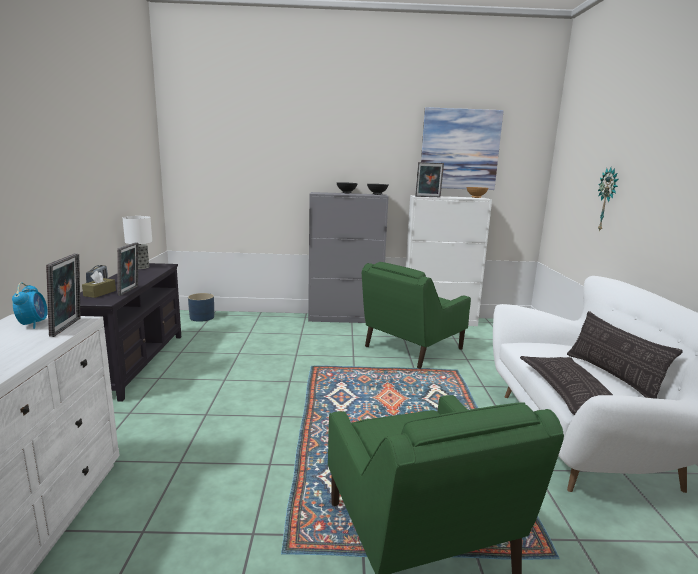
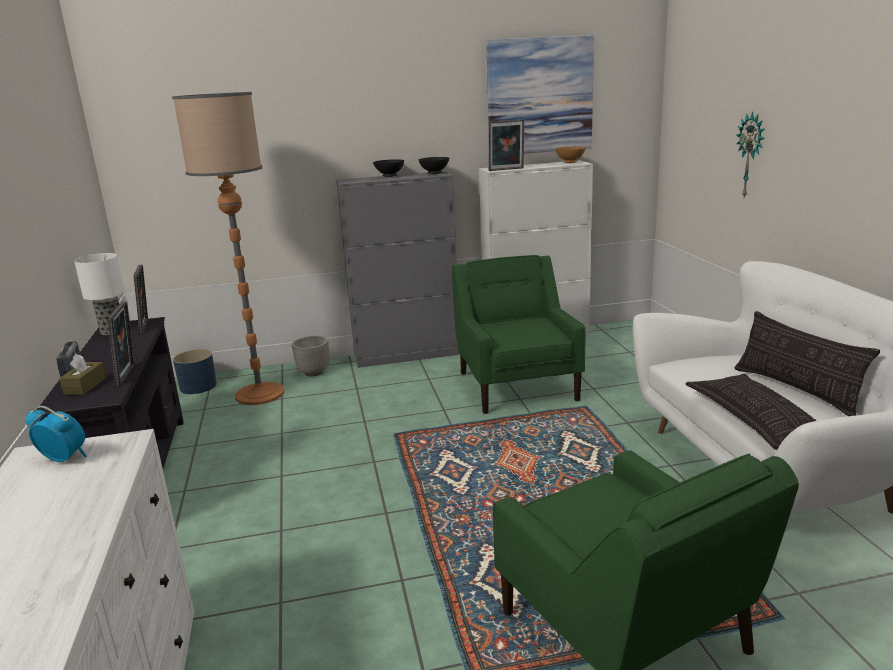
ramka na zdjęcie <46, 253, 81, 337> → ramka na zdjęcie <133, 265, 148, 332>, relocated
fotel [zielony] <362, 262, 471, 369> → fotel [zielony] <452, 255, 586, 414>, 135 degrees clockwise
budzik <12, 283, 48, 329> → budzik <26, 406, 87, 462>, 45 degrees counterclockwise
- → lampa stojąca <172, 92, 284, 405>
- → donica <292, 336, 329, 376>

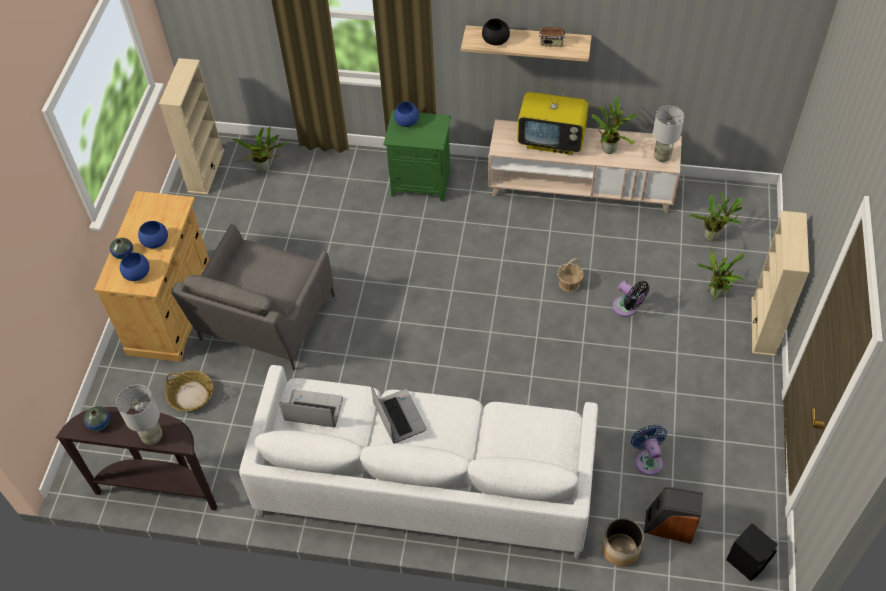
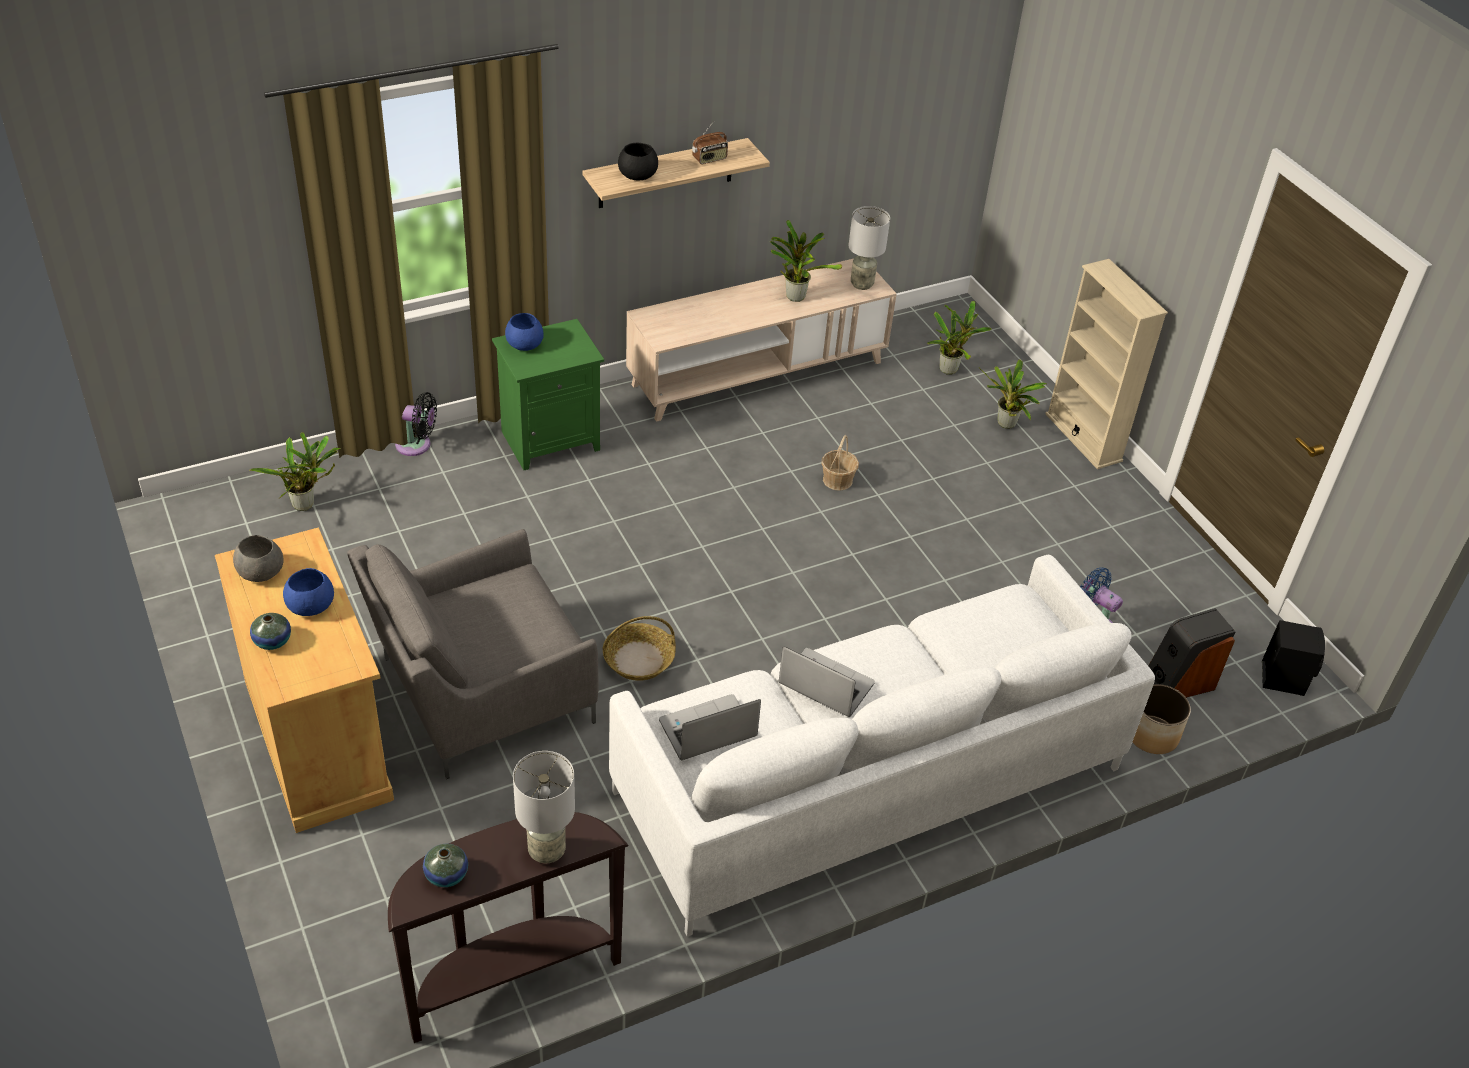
regał [beżowy] <159, 58, 224, 195> → -
telewizor <517, 83, 589, 155> → -
fotel [szary] <171, 224, 335, 370> → fotel [szary] <347, 529, 599, 779>, 75 degrees clockwise
miska [niebieski] <120, 252, 149, 281> → -
wentylator [czarny] <613, 281, 649, 317> → wentylator [czarny] <395, 392, 437, 456>, relocated
koszyk <165, 370, 213, 411> → koszyk <602, 616, 676, 681>, relocated
- → miska [szary] <233, 535, 284, 582>

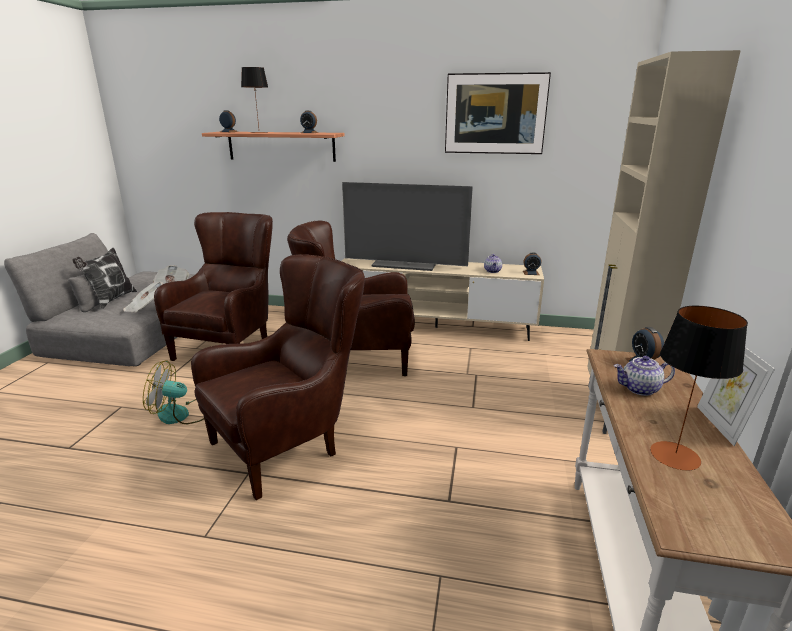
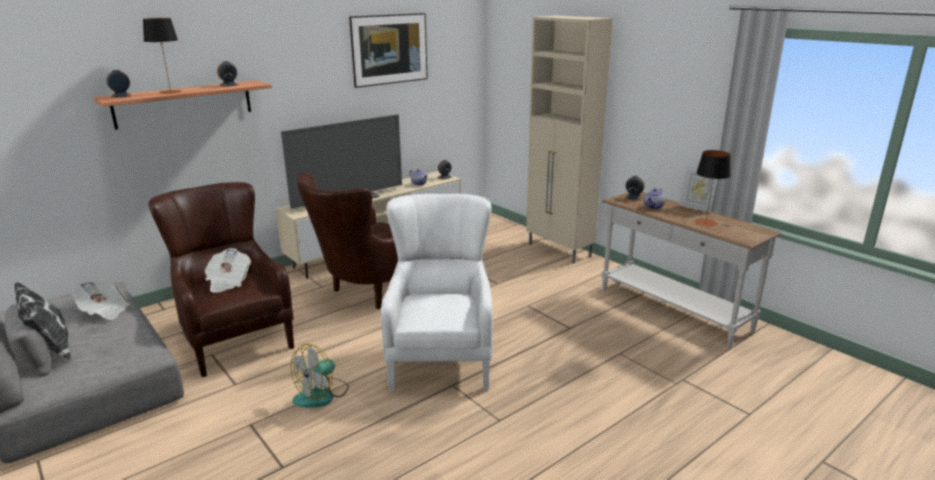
fotel [brązowy] <191, 254, 365, 500> → fotel [biały] <381, 194, 493, 391>
gazeta <123, 282, 163, 312> → gazeta <204, 248, 251, 293>, relocated

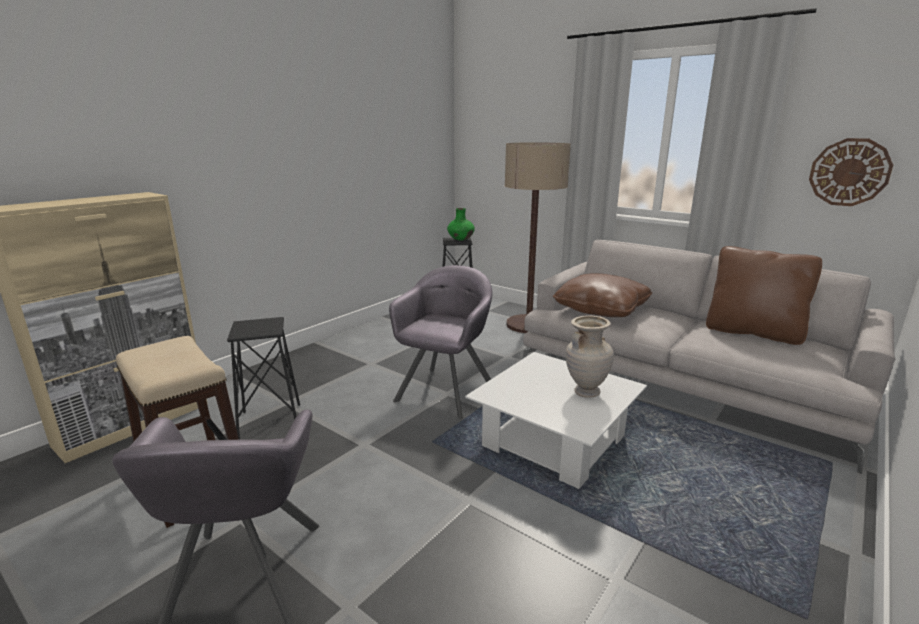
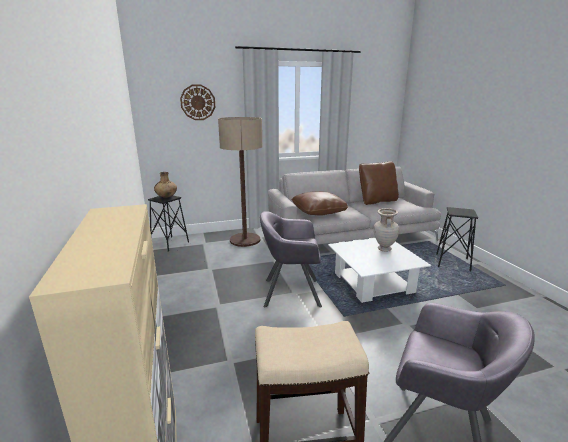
zegar ścienny <809, 138, 893, 206> → zegar ścienny <180, 85, 215, 120>, relocated
wazon [zielony] <447, 208, 475, 240> → wazon [brązowy] <154, 172, 177, 198>
fotel [szary] <389, 265, 492, 419> → fotel [szary] <260, 211, 322, 308>, 60 degrees counterclockwise
stołek [czarny] <227, 317, 300, 440> → stołek [czarny] <436, 207, 478, 271>, relocated

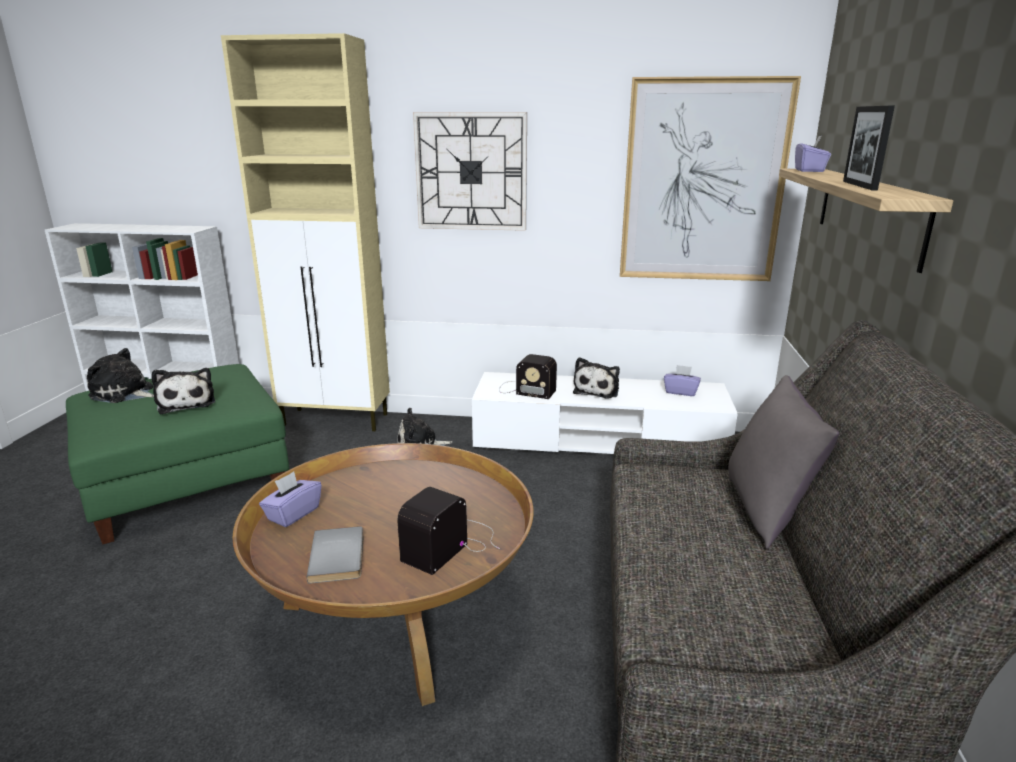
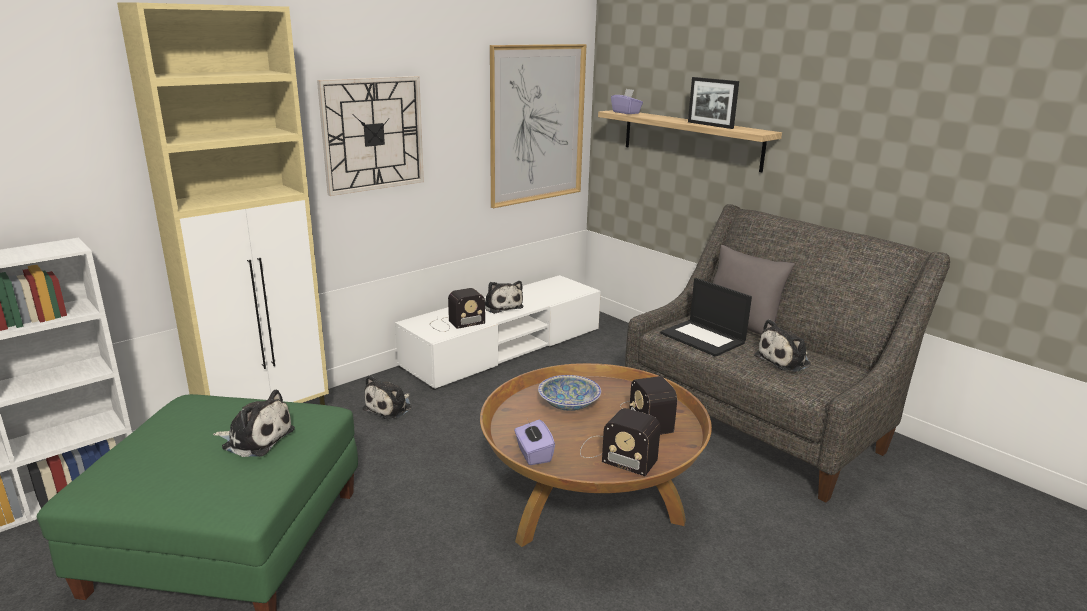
pluszak <87, 348, 154, 403> → pluszak <754, 319, 811, 372>, relocated
pudełko chusteczek [fioletowy] <664, 365, 701, 396> → -
książka [szary] <307, 526, 364, 584> → radio <580, 408, 661, 476>
- → laptop <660, 278, 752, 357>
- → miska <538, 375, 601, 411>

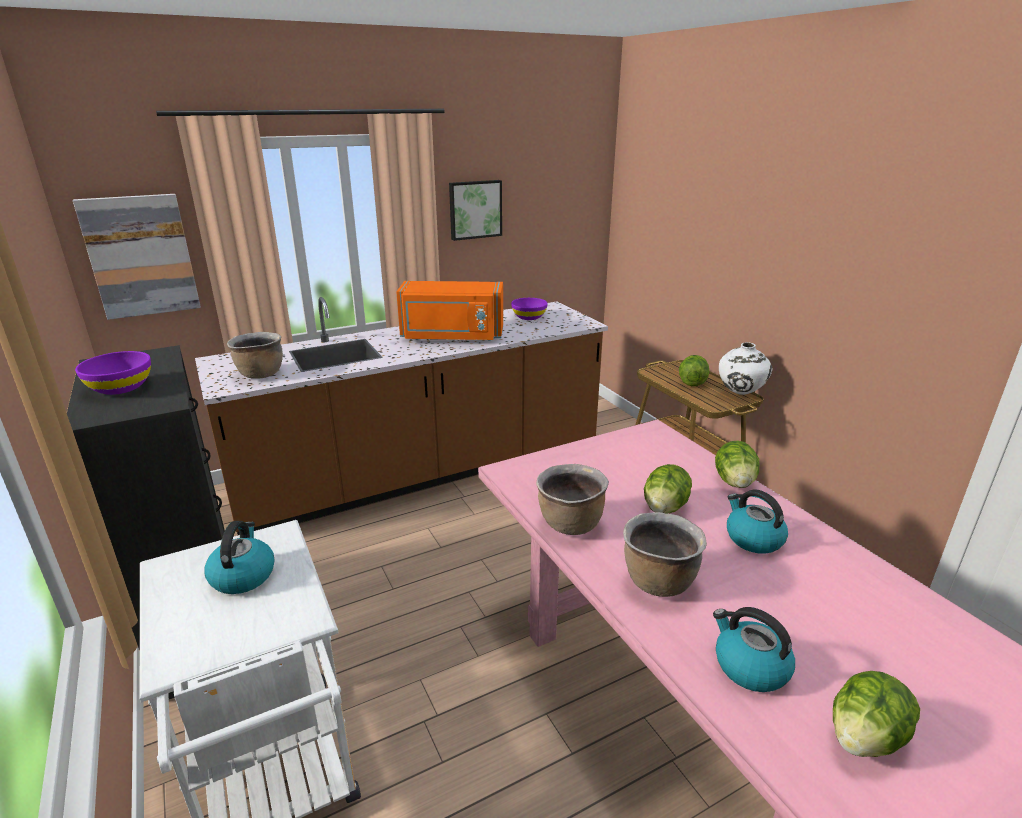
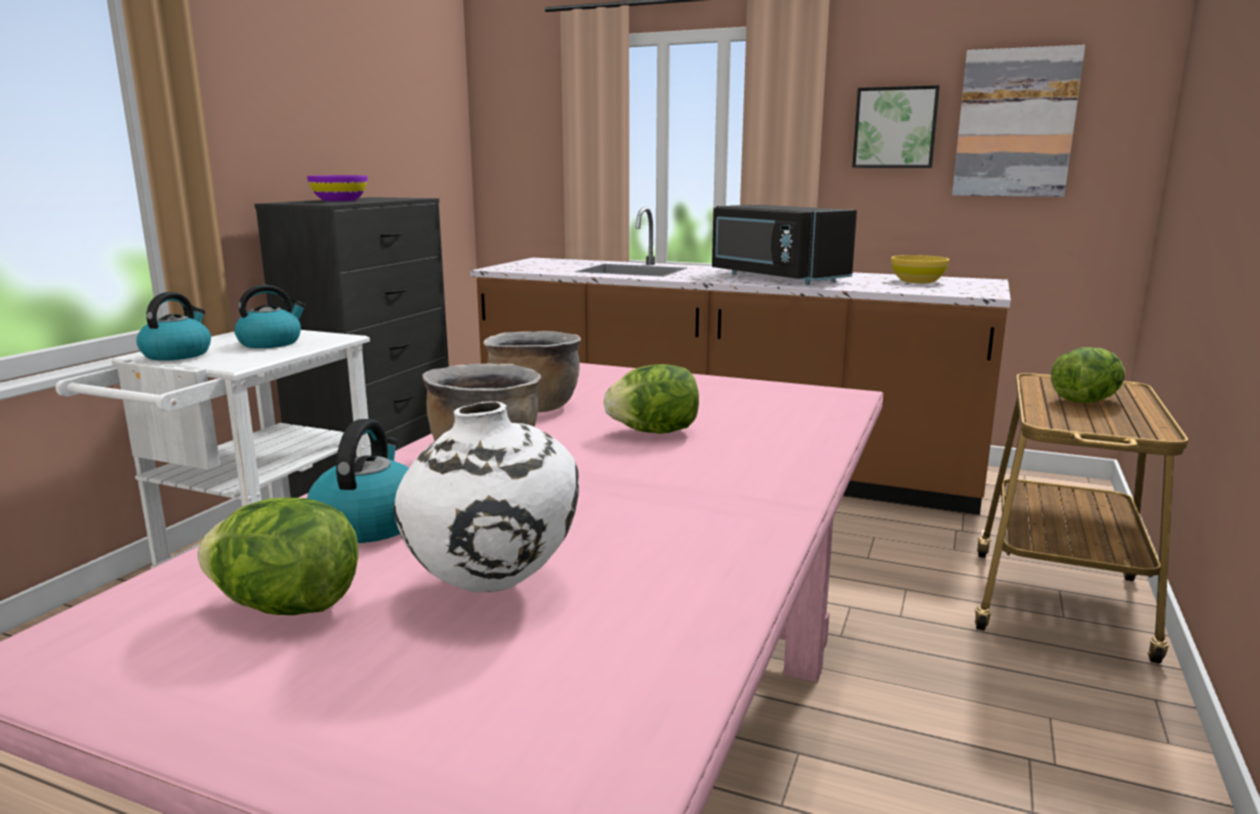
obraz <73, 194, 201, 320> → obraz <952, 45, 1085, 197>, relocated
mikrofalówka [pomarańczowy] <396, 281, 503, 341> → mikrofalówka [czarny] <712, 205, 857, 285>
miska [fioletowy] <511, 298, 548, 320> → miska [żółty] <891, 255, 950, 283>
garnek [brązowy] <227, 332, 283, 379> → -
wazon [biały] <719, 342, 772, 395> → wazon [biały] <394, 401, 579, 592>, relocated
sałata <715, 441, 759, 488> → -
czajnik <727, 489, 788, 554> → czajnik <136, 292, 211, 361>, relocated

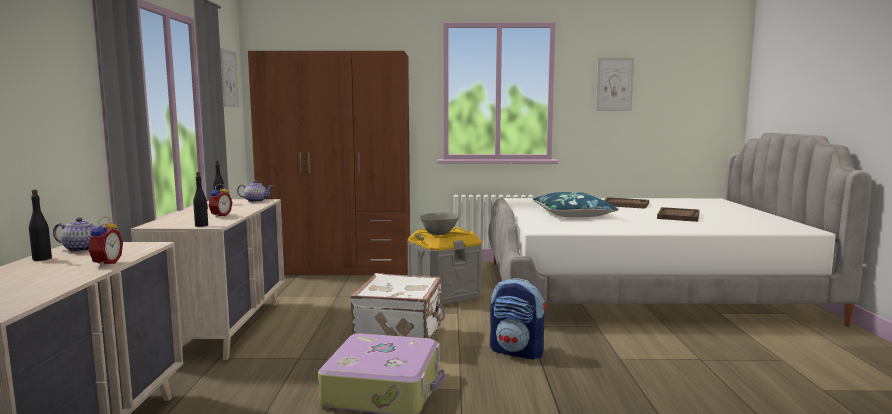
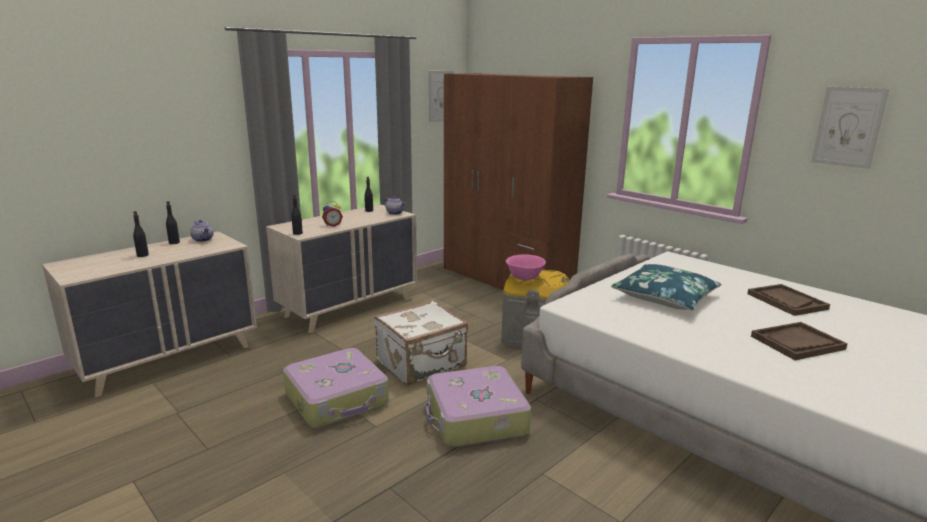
miska [szary] <420, 212, 459, 235> → miska [różowy] <506, 254, 546, 280>
budzik <86, 216, 123, 267> → -
plecak <490, 278, 547, 360> → walizka <425, 366, 531, 447>
- → butelka [czarny] <133, 211, 149, 257>

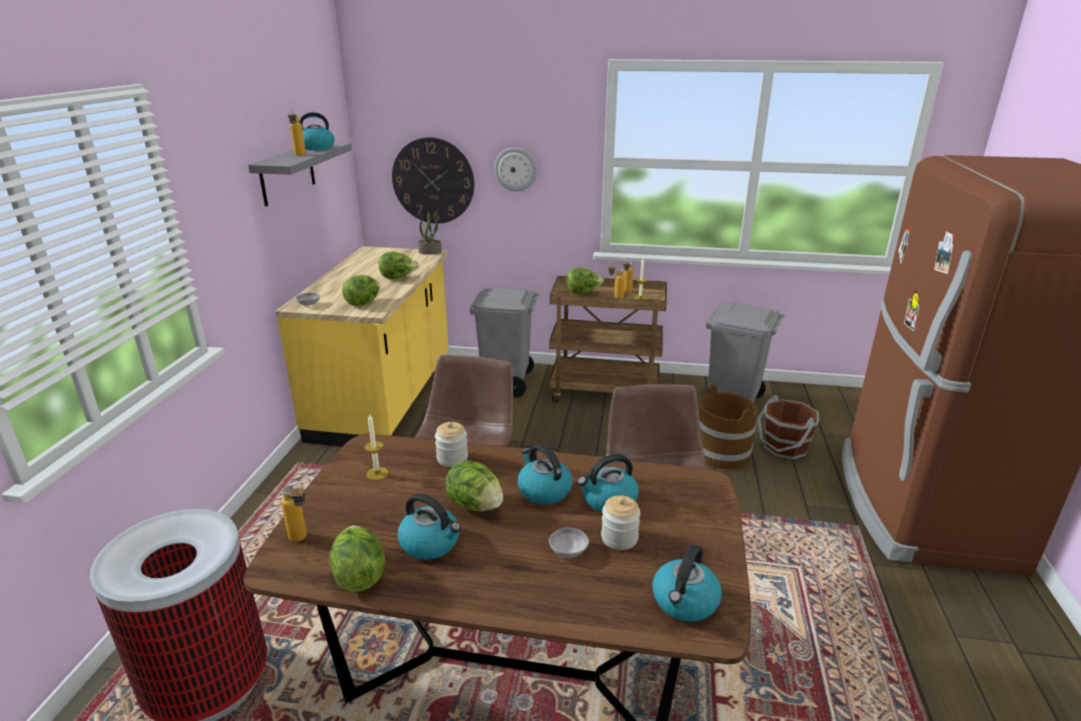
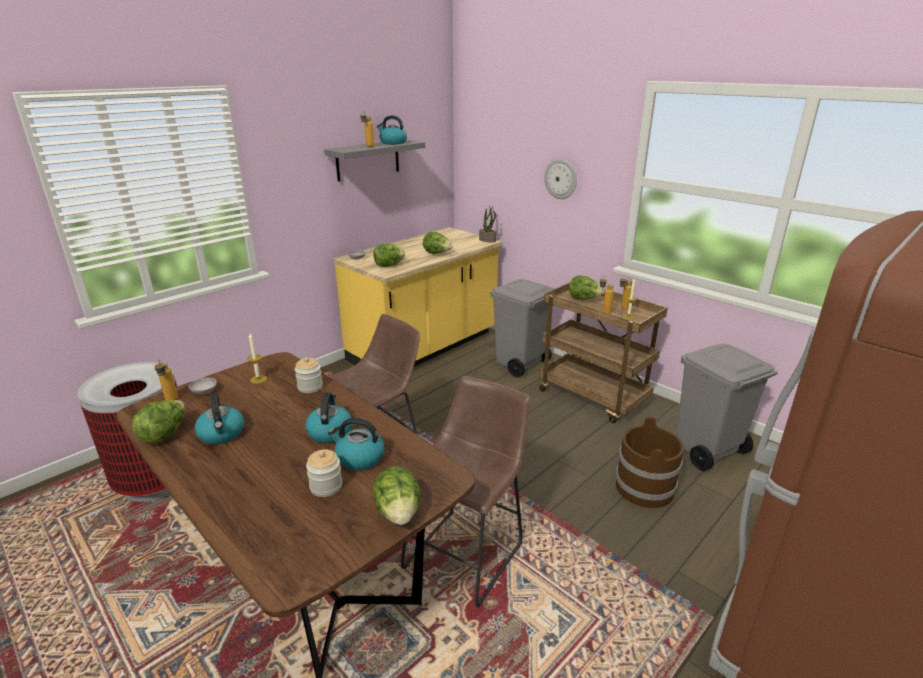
zegar ścienny <392, 137, 474, 224> → -
wiadro [brązowy] <757, 395, 819, 460> → -
sałata <446, 460, 503, 511> → sałata <373, 466, 420, 525>, relocated
miska [szary] <549, 528, 589, 558> → miska [szary] <188, 378, 217, 394>, relocated
czajnik <653, 544, 722, 622> → -

